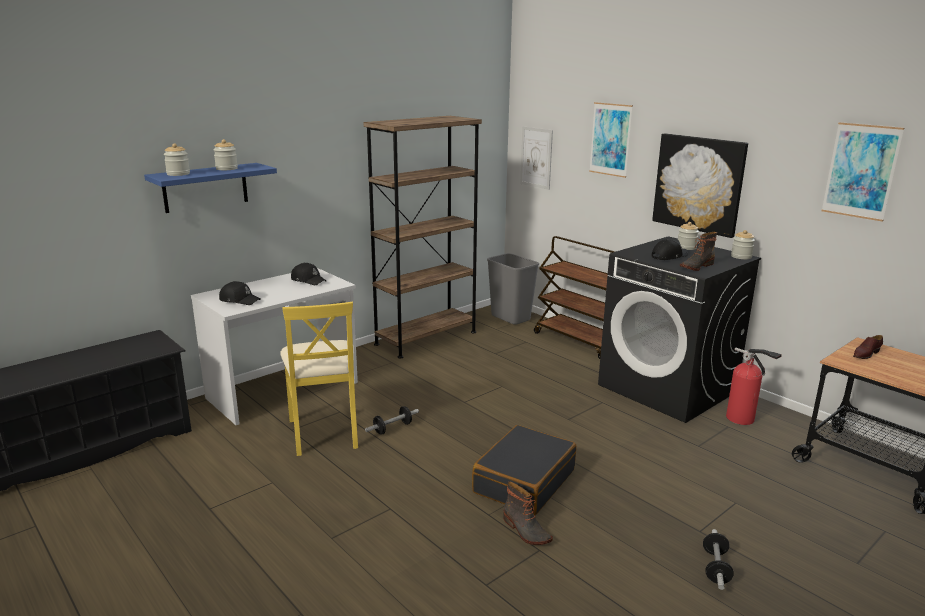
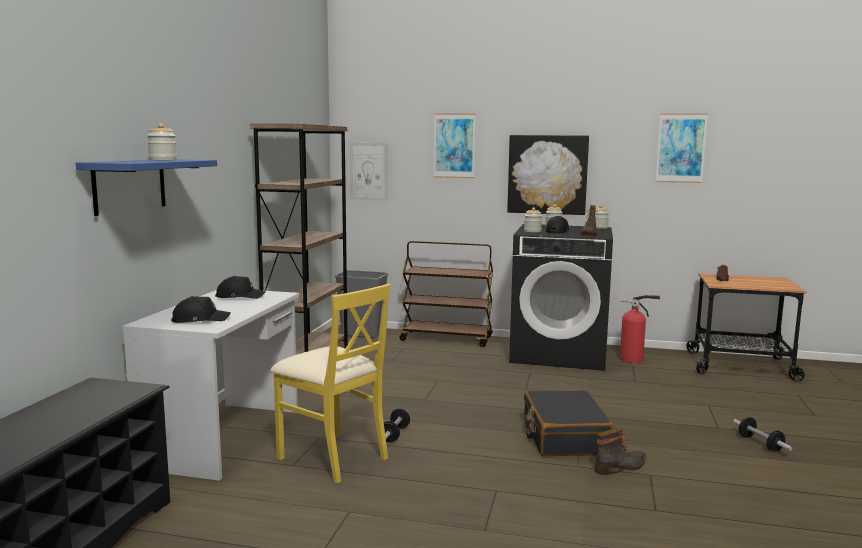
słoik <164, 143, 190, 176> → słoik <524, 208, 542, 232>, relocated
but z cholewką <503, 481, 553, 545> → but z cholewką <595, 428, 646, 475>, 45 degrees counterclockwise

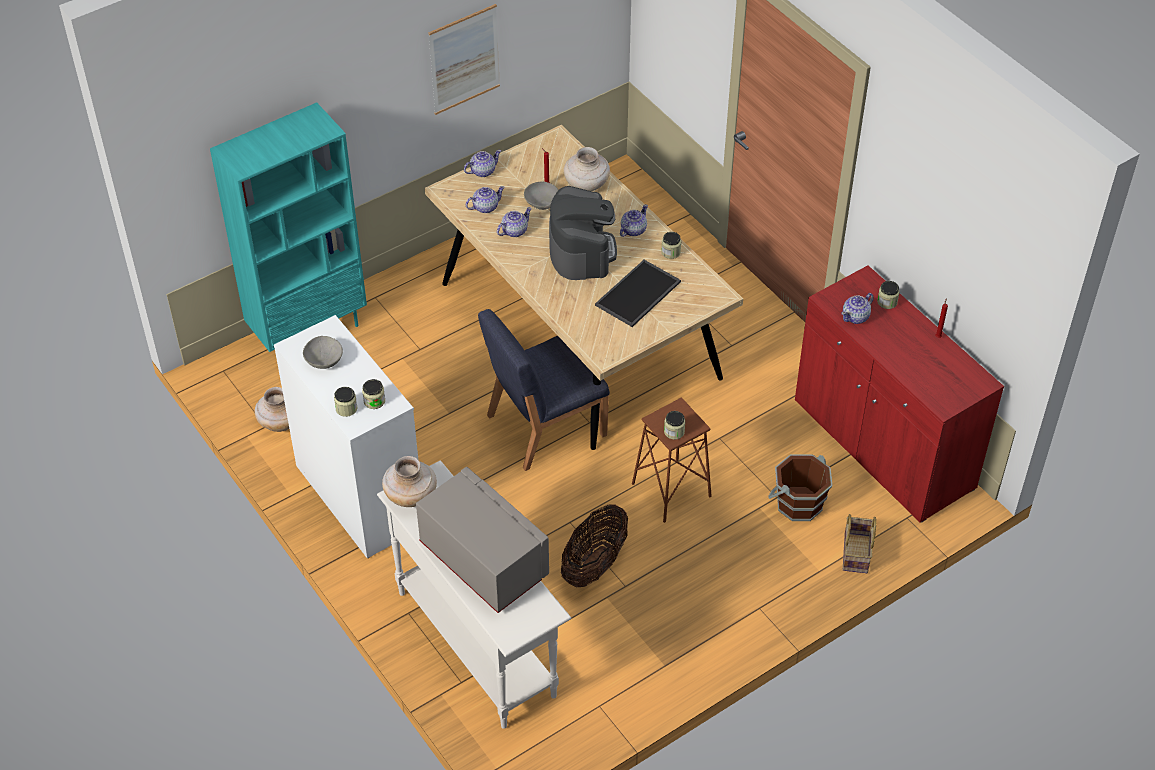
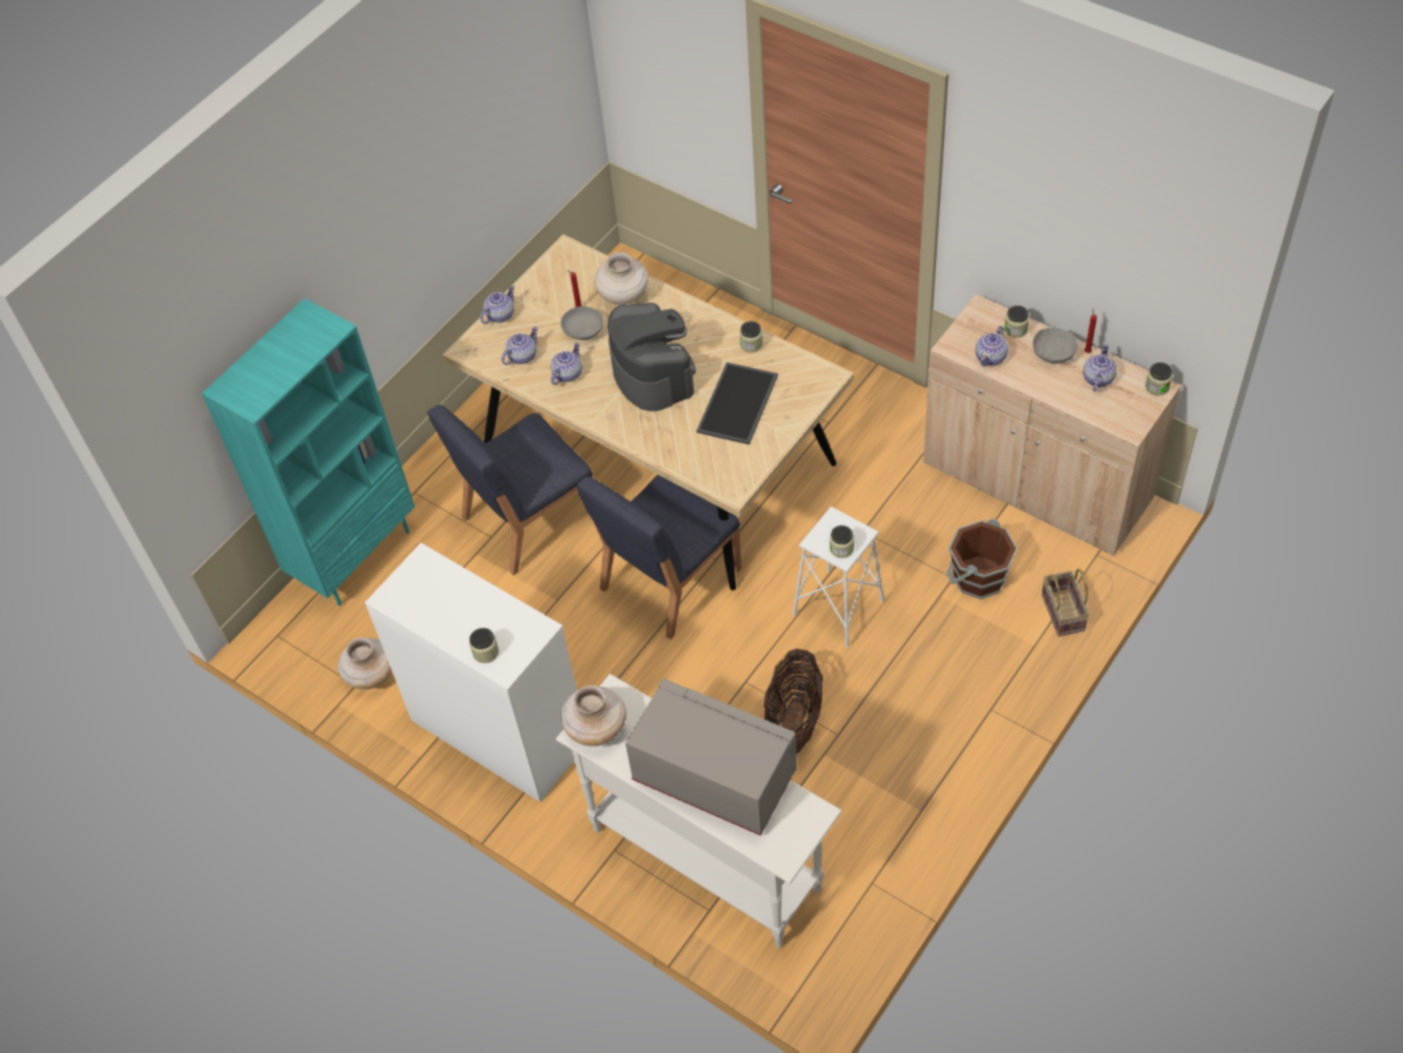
obraz <428, 4, 500, 115> → -
imbryk <620, 204, 648, 237> → imbryk <1083, 343, 1117, 391>, relocated
szafka [czerwony] <795, 265, 1004, 523> → szafka [beżowy] <923, 294, 1181, 556>
miska [szary] <303, 336, 343, 369> → miska [szary] <1033, 328, 1078, 364>, relocated
słoik <362, 379, 385, 409> → słoik <1145, 362, 1172, 396>, relocated
stołek [brązowy] <632, 398, 712, 523> → stołek [biały] <793, 507, 884, 647>
- → krzesło [niebieski] <428, 405, 593, 576>

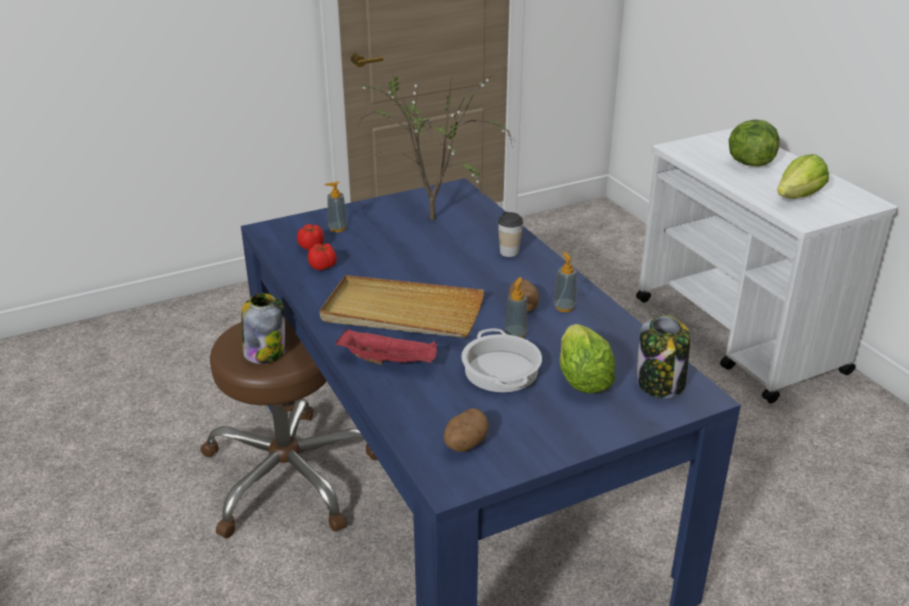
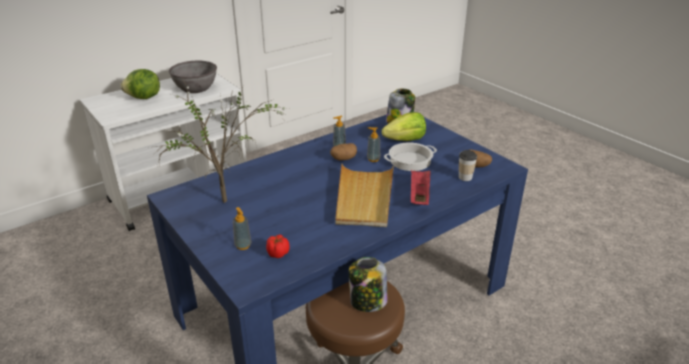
sałata <777, 154, 829, 199> → miska [szary] <169, 61, 217, 93>
filiżanka <498, 212, 523, 257> → filiżanka <459, 150, 477, 181>, relocated
pomidor <308, 243, 337, 270> → -

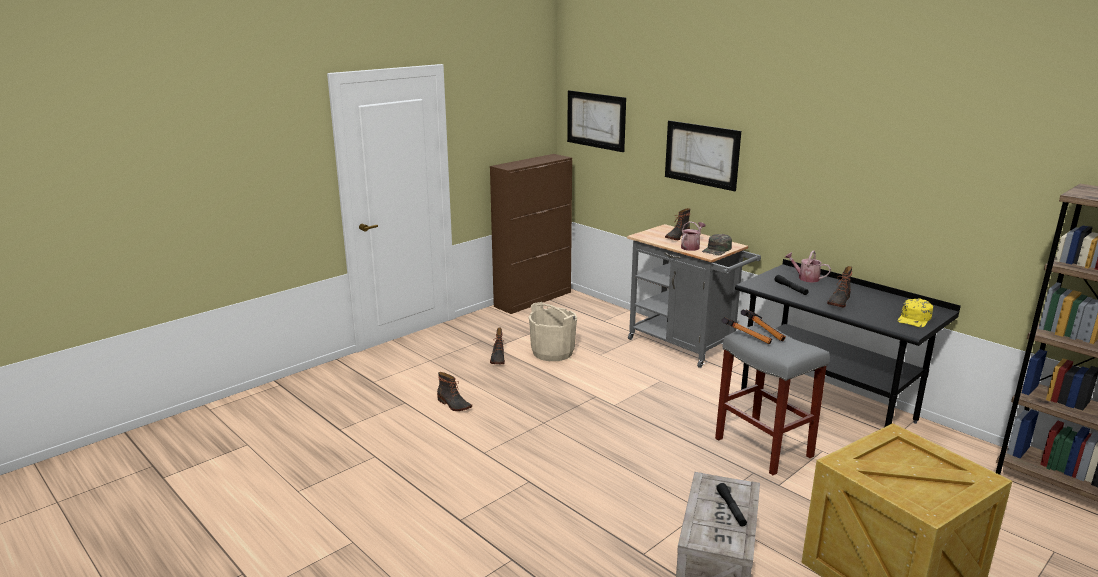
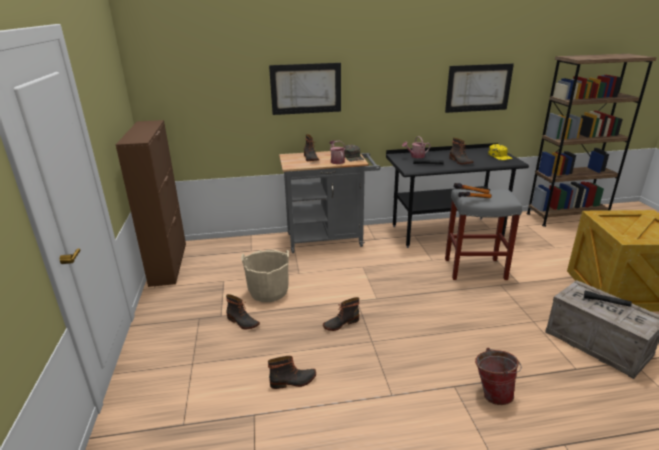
obraz <567, 90, 626, 152> → obraz <445, 64, 514, 113>, relocated
- → but z cholewką <323, 297, 359, 331>
- → wiadro <475, 348, 522, 405>

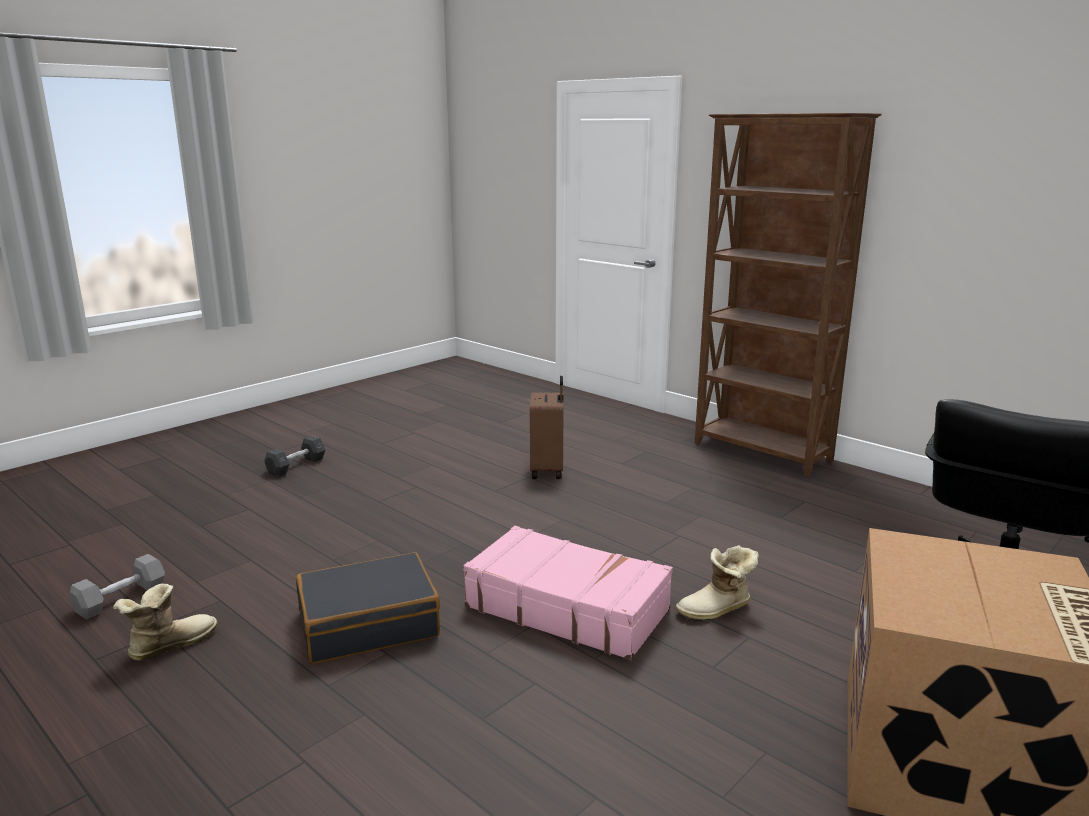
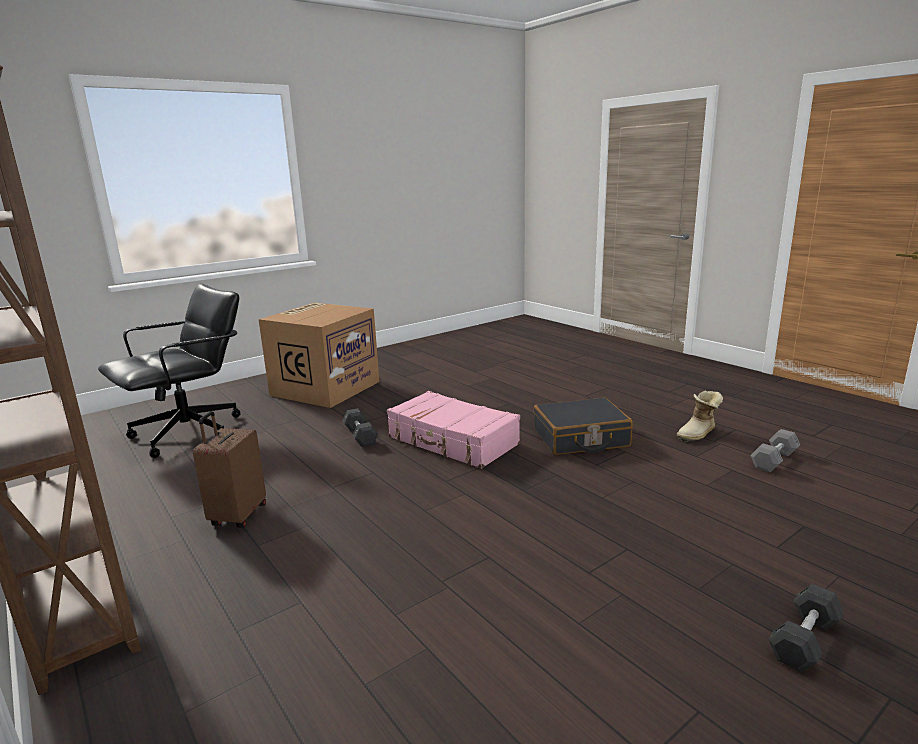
walizka [brązowy] <530, 376, 564, 479> → walizka [brązowy] <193, 411, 266, 528>, relocated
but z cholewką <675, 545, 759, 621> → hantel [szary] <342, 408, 378, 447>

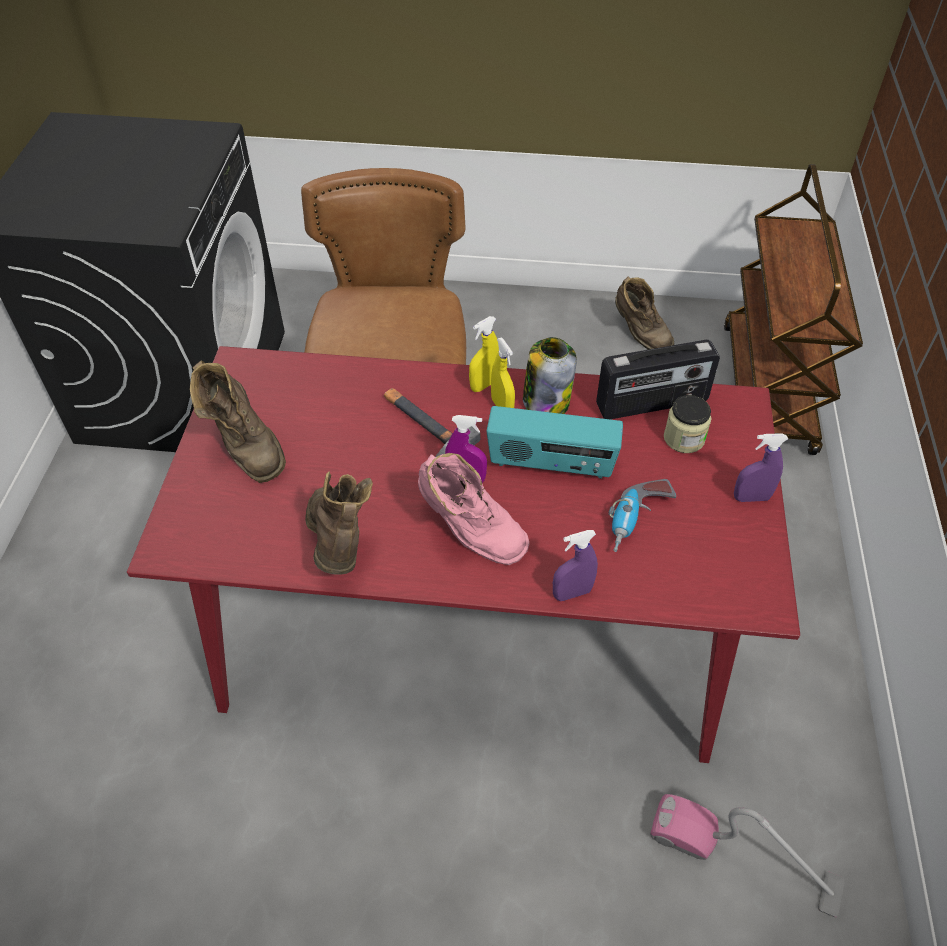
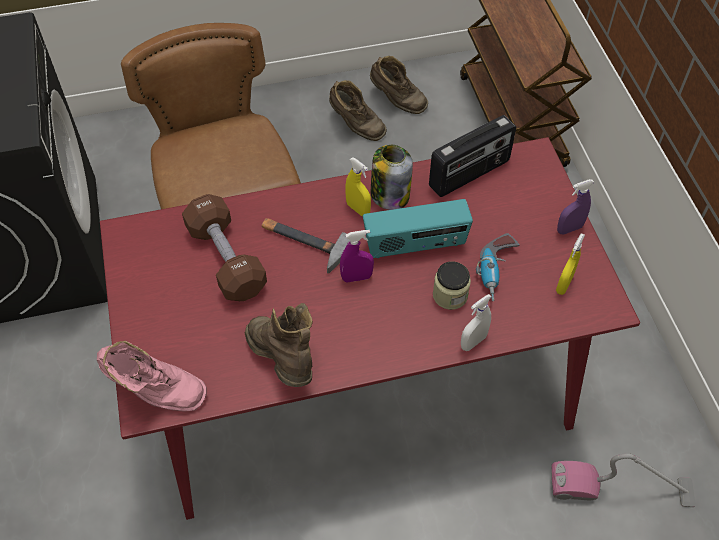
spryskiwacz [żółty] <469, 316, 499, 392> → spryskiwacz [żółty] <556, 233, 585, 295>, relocated
but z cholewką [brązowy] <190, 360, 286, 483> → but z cholewką [brązowy] <329, 80, 387, 141>, relocated
słoik <664, 395, 711, 453> → słoik <433, 261, 471, 310>, relocated
but z cholewką [różowy] <418, 453, 530, 565> → but z cholewką [różowy] <97, 341, 207, 412>, relocated
spryskiwacz [fioletowy] <553, 530, 598, 601> → spryskiwacz [biały] <461, 294, 492, 351>
- → hantel [brązowy] <182, 194, 267, 301>

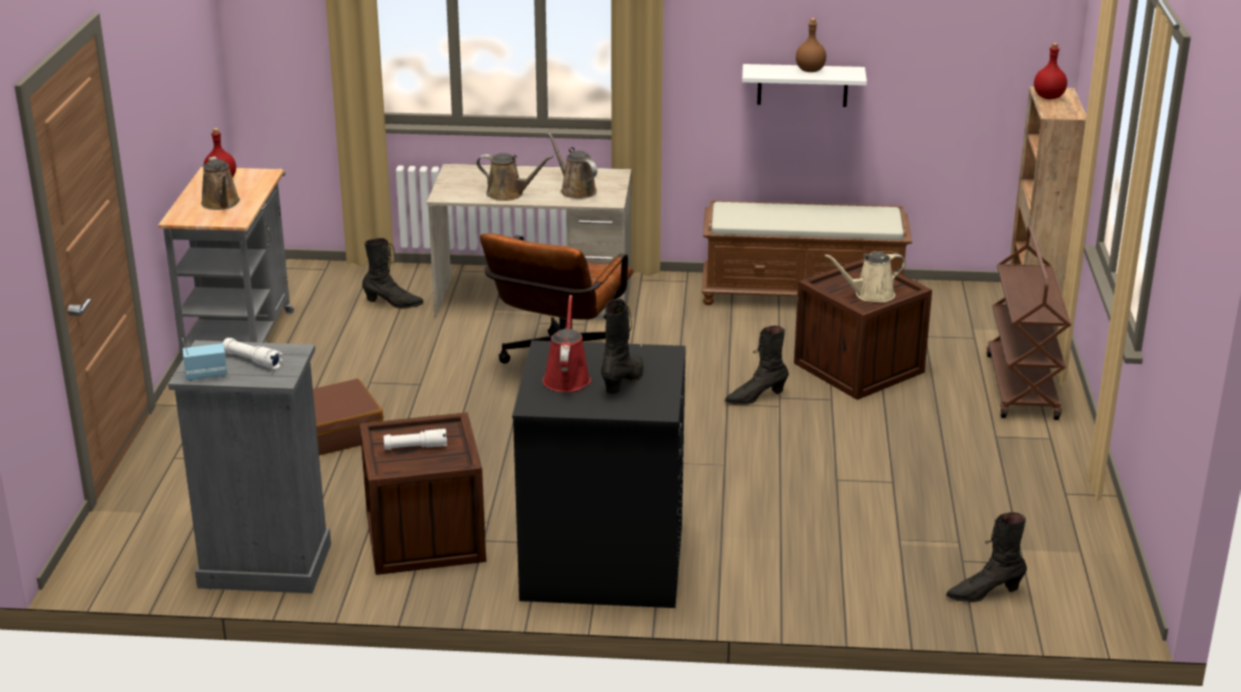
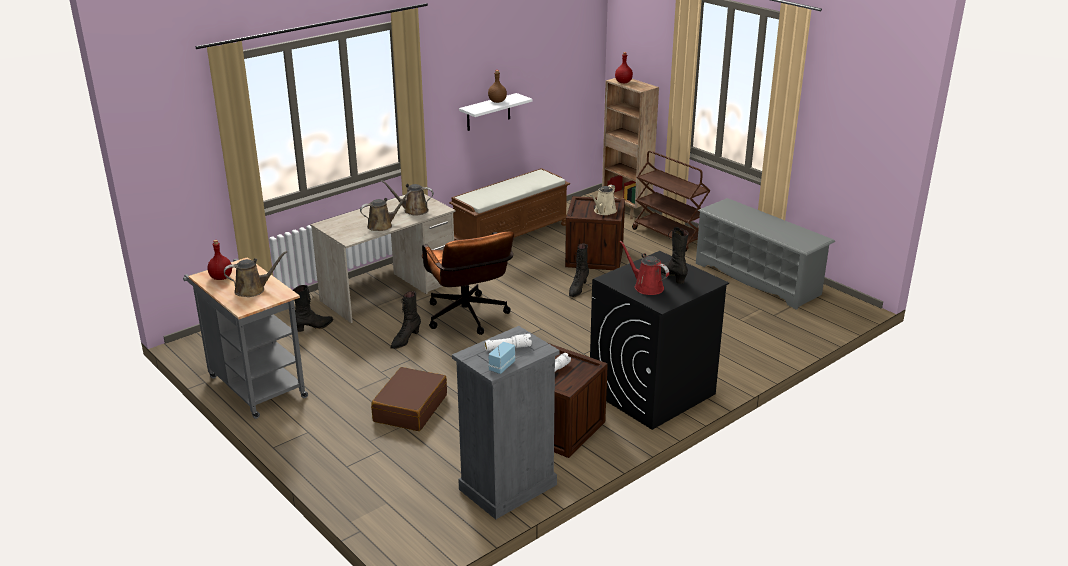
konewka [brązowy] <201, 156, 240, 210> → konewka [brązowy] <224, 251, 287, 297>, 45 degrees counterclockwise
but z cholewką [czarny] <946, 512, 1027, 602> → but z cholewką [czarny] <390, 291, 421, 349>, relocated
- → regał na buty [szary] <696, 198, 835, 310>

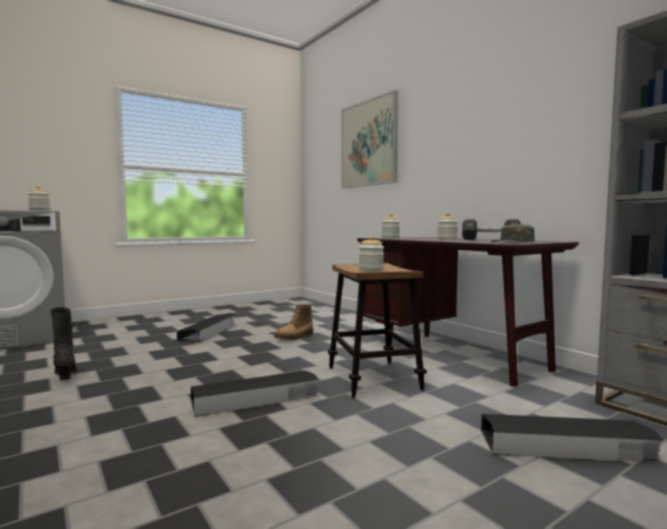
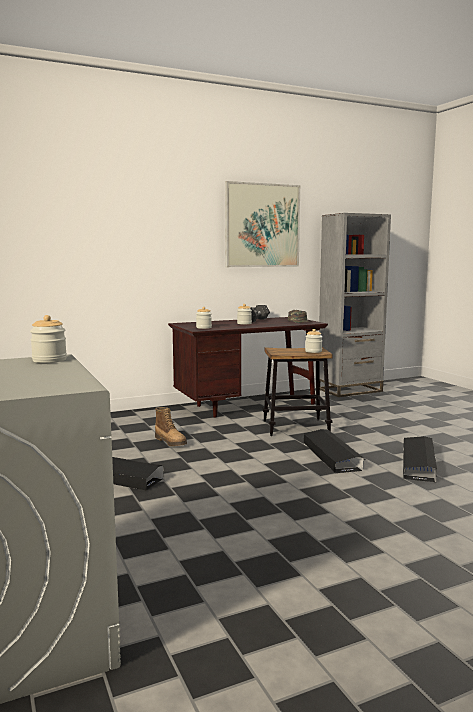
obraz <341, 90, 398, 188> → obraz <225, 181, 300, 267>, relocated
but z cholewką [czarny] <50, 307, 77, 380> → -
pojemnik do przechowywania [czarny] <481, 414, 665, 461> → pojemnik do przechowywania [czarny] <403, 436, 437, 482>, relocated

